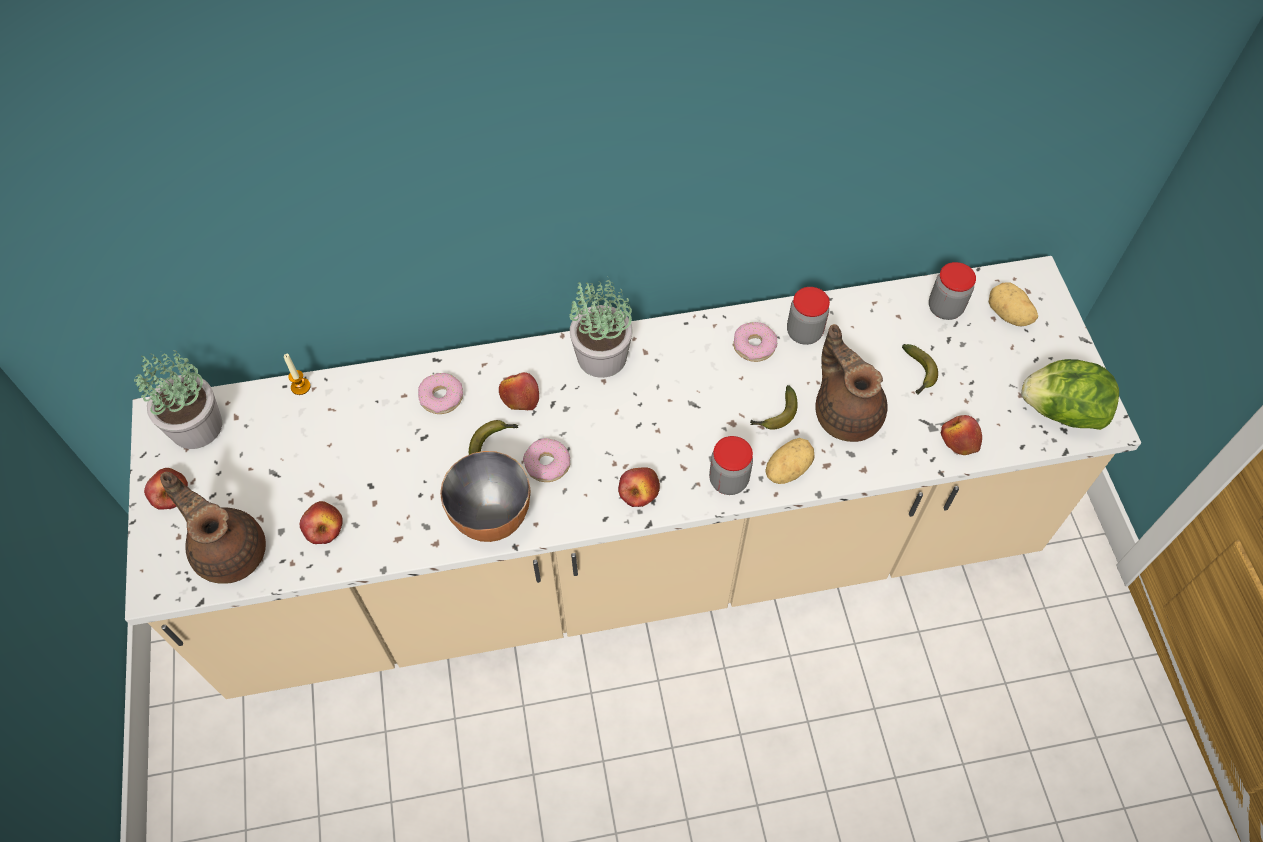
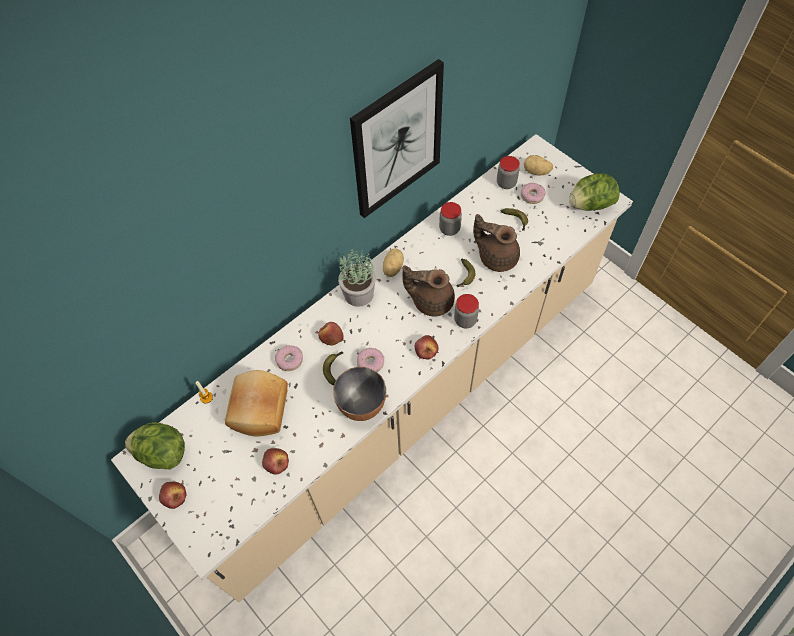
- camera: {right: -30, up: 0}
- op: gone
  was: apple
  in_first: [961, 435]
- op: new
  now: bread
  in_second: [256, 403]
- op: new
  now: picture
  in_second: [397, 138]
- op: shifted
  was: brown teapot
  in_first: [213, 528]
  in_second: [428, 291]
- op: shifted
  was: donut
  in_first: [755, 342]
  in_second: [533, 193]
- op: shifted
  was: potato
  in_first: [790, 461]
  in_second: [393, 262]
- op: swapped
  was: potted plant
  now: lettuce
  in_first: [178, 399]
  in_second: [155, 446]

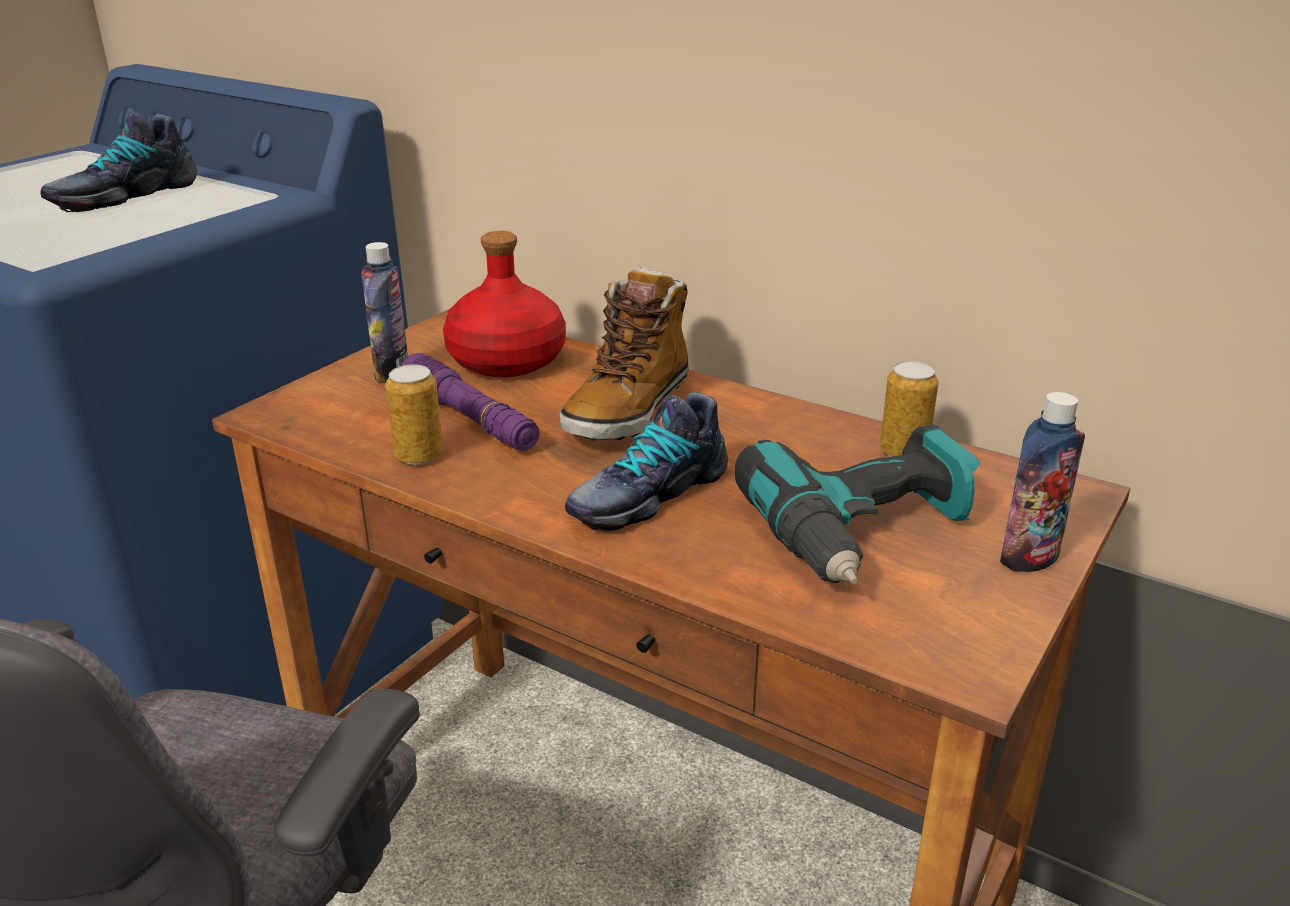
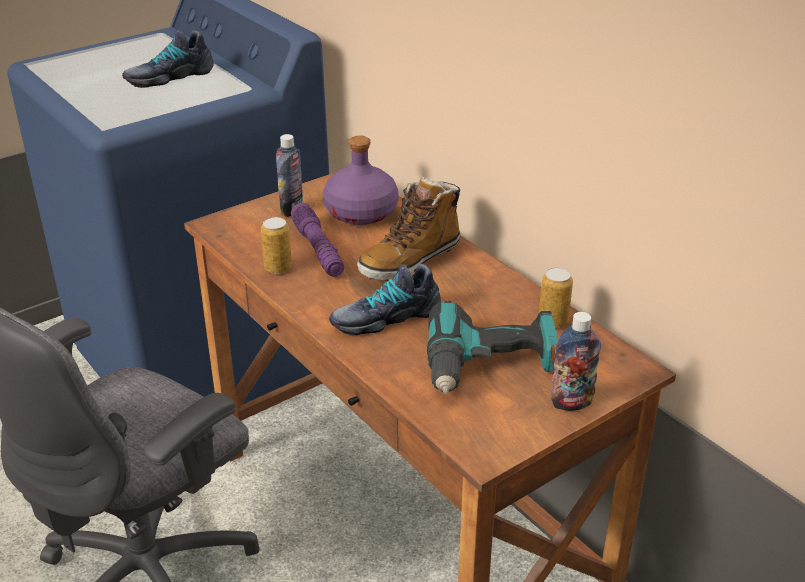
- camera: {right: 20, up: 5}
- op: repainted
  was: red bottle
  now: purple bottle
  in_first: [504, 304]
  in_second: [361, 180]

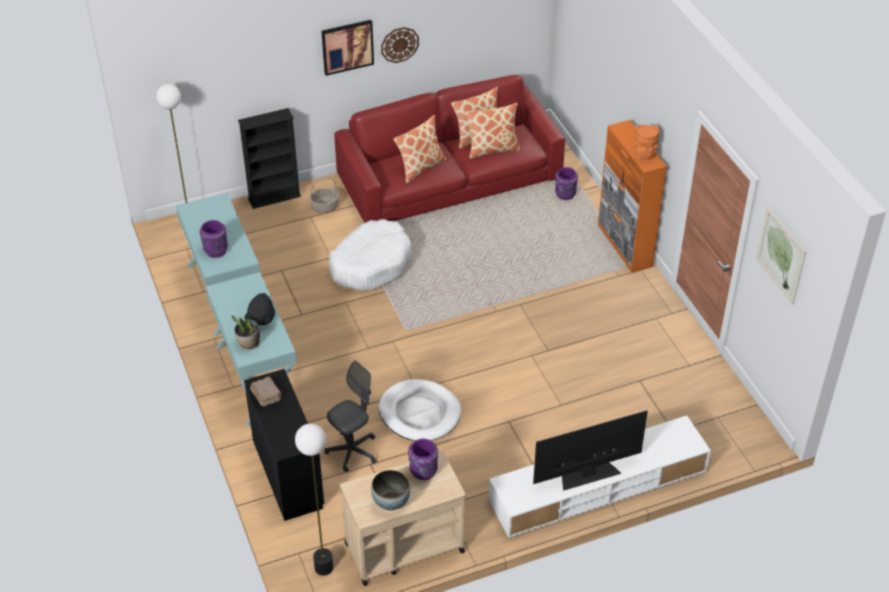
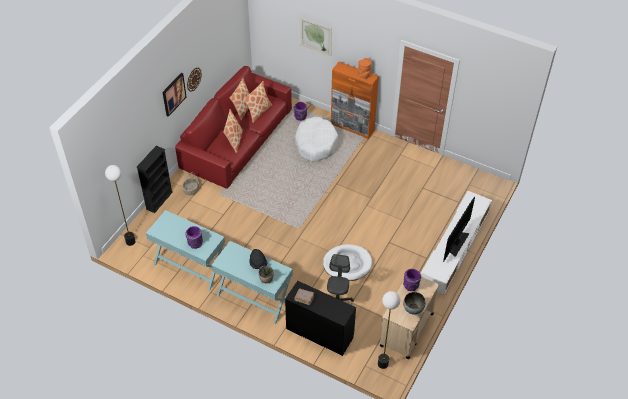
- camera: {right: -40, up: 5}
- op: shifted
  was: white dog bed
  in_first: [370, 254]
  in_second: [316, 138]
- op: shifted
  was: picture
  in_first: [781, 256]
  in_second: [316, 37]

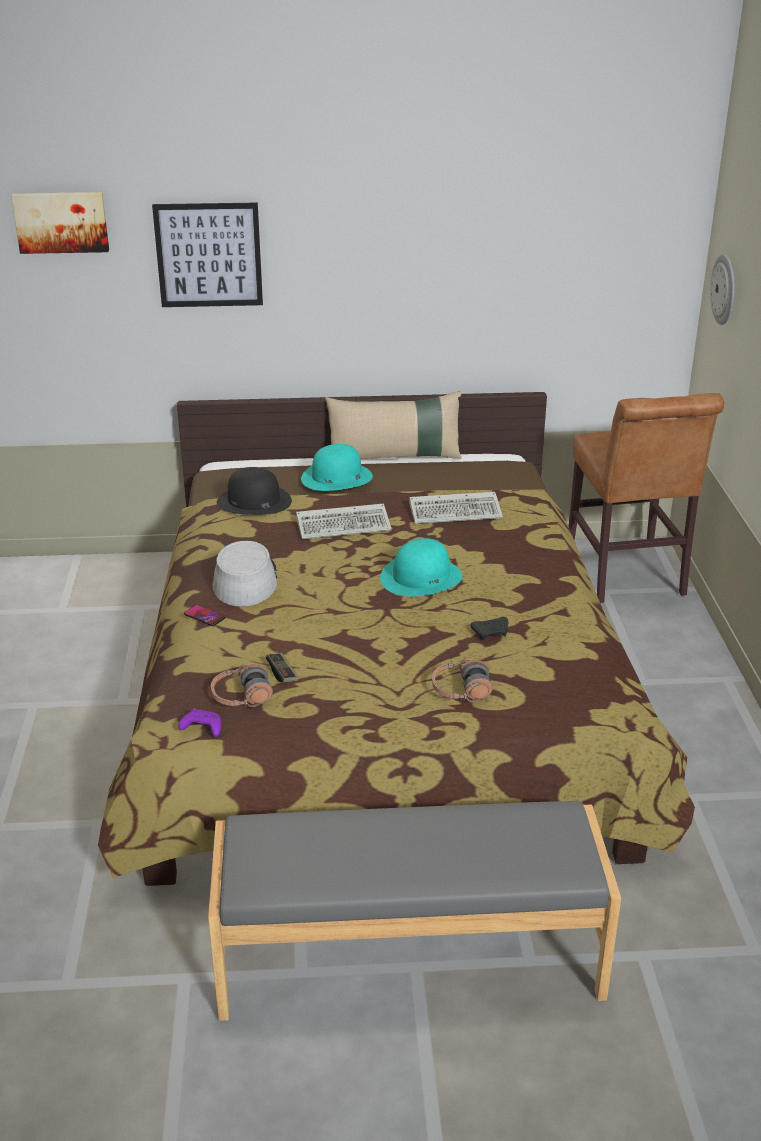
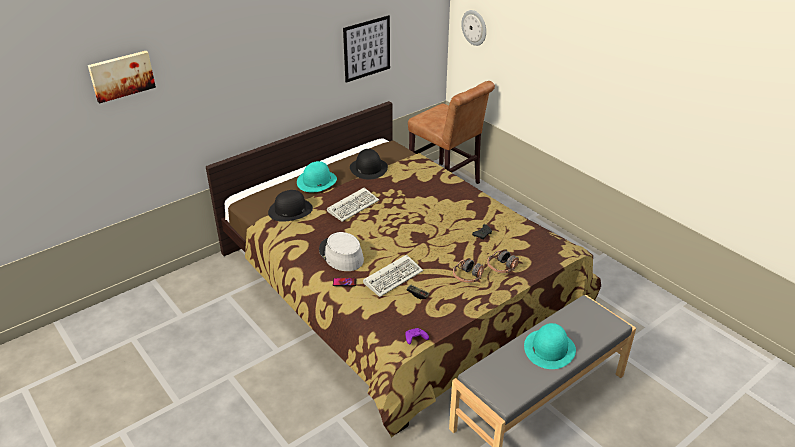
- camera: {right: -35, up: 5}
- op: gone
  was: beige pillow
  in_first: [393, 425]
- op: new
  now: black hat
  in_second: [369, 164]
- op: shifted
  was: picture
  in_first: [207, 254]
  in_second: [366, 49]
- op: shifted
  was: headphones
  in_first: [242, 685]
  in_second: [468, 270]
- op: shifted
  was: turquoise hat
  in_first: [421, 567]
  in_second: [550, 346]
- op: shifted
  was: keyboard
  in_first: [456, 508]
  in_second: [393, 276]

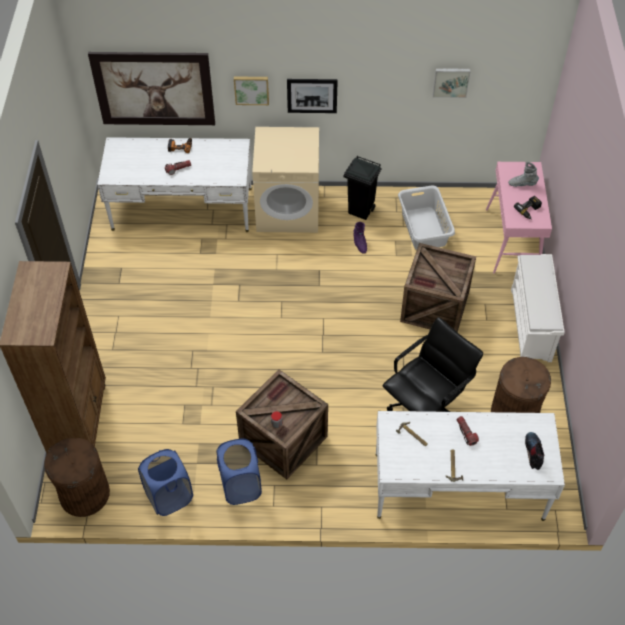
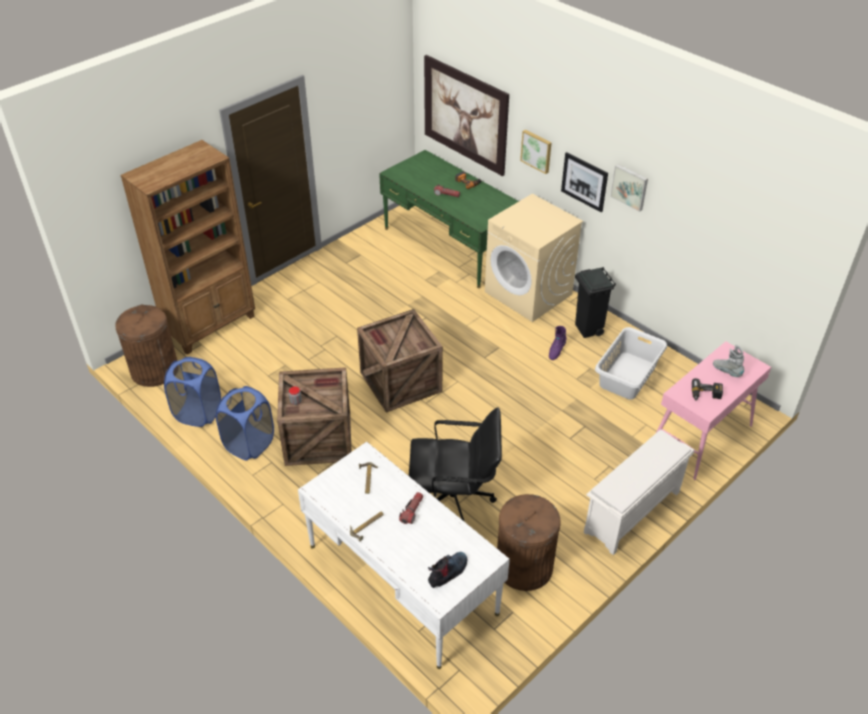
- camera: {right: 45, up: -10}
- op: shifted
  was: crate
  in_first: [438, 287]
  in_second: [400, 360]
- op: shifted
  was: picture
  in_first: [451, 83]
  in_second: [629, 188]
- op: repainted
  was: white desk
  now: green desk
  in_first: [174, 184]
  in_second: [449, 219]

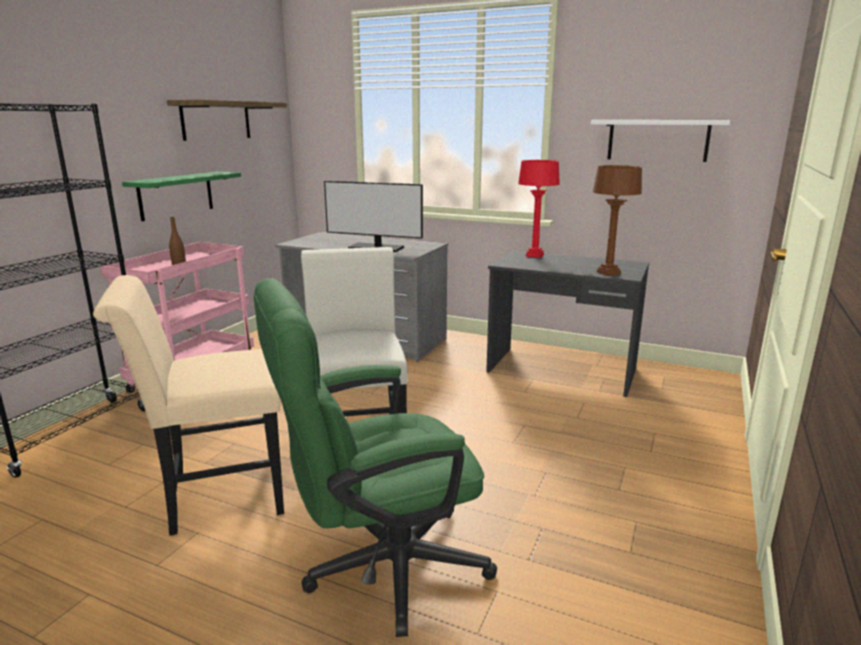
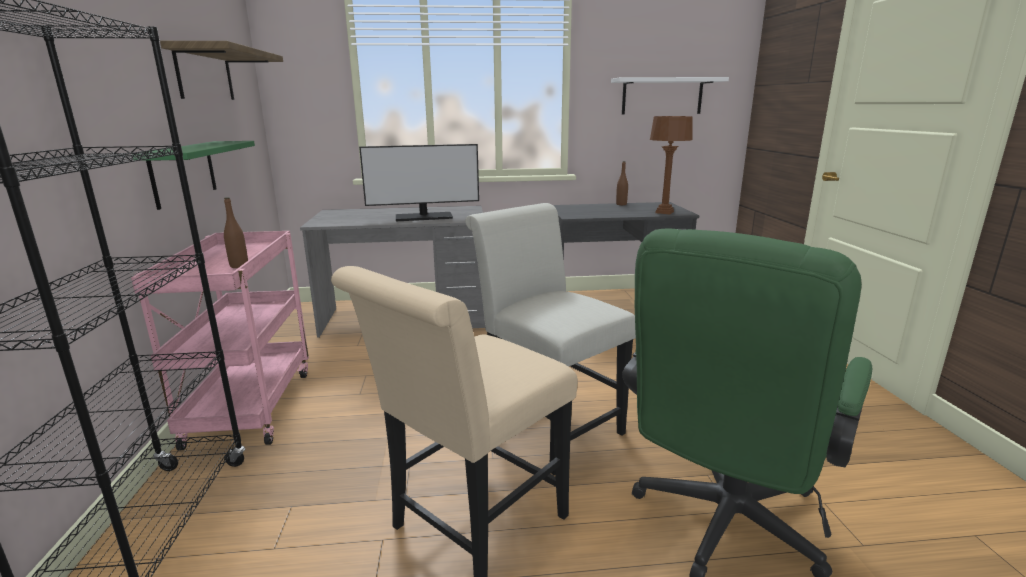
- camera: {right: -30, up: 0}
- op: gone
  was: red table lamp
  in_first: [539, 209]
- op: new
  now: brown bottle
  in_second: [622, 183]

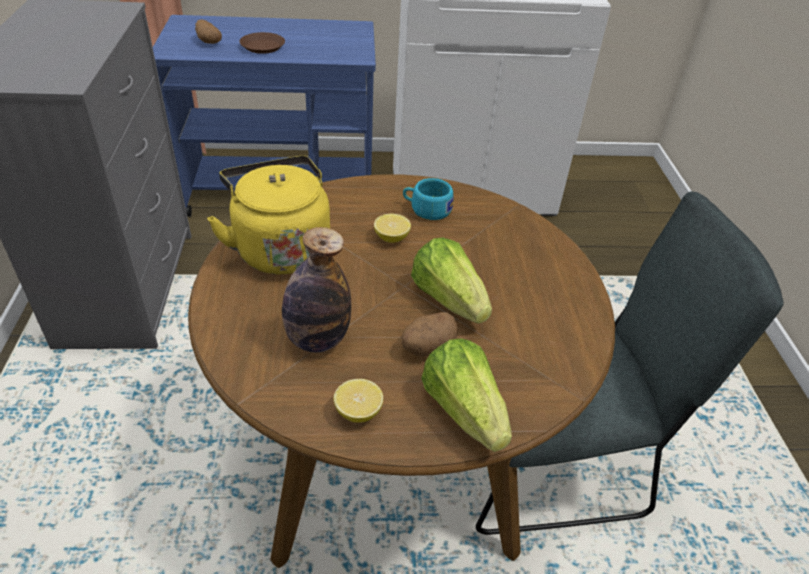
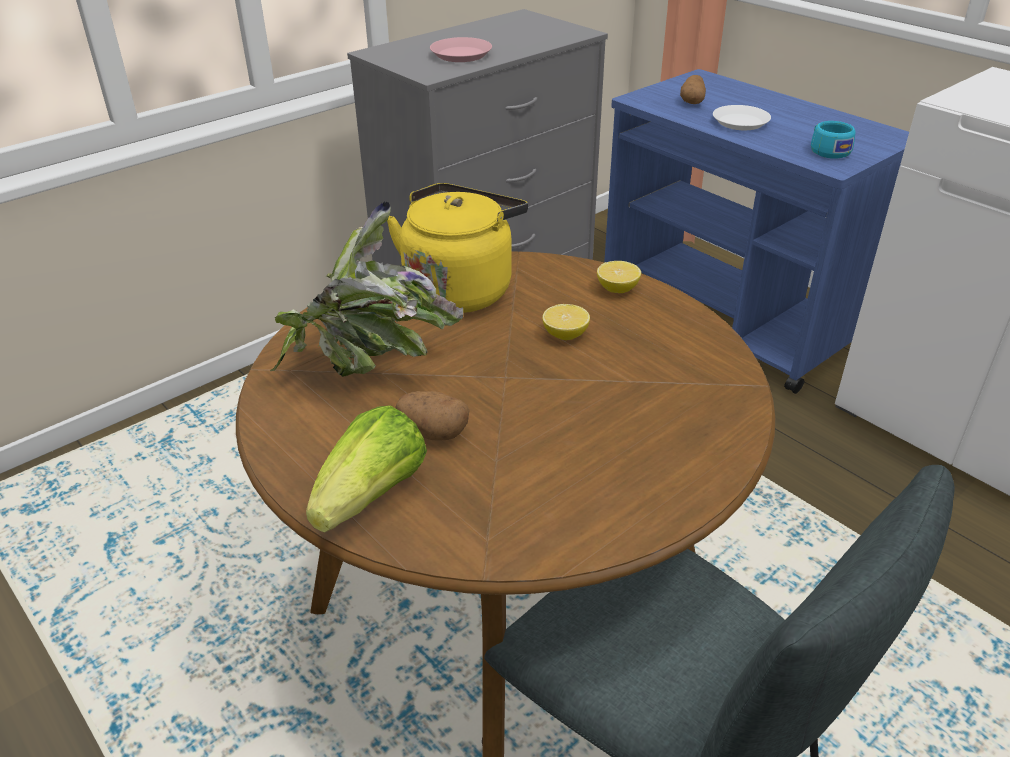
- camera: {right: 55, up: -5}
- op: gone
  was: lettuce
  in_first: [451, 281]
- op: new
  now: pink plate
  in_second: [461, 49]
- op: shifted
  was: lemon
  in_first: [358, 401]
  in_second: [619, 277]
- op: shifted
  was: turquoise cup
  in_first: [428, 199]
  in_second: [833, 140]
- op: swapped
  was: bottle
  now: potted plant
  in_first: [316, 289]
  in_second: [366, 289]
- op: repainted
  was: brown plate
  now: white plate
  in_first: [262, 43]
  in_second: [742, 117]

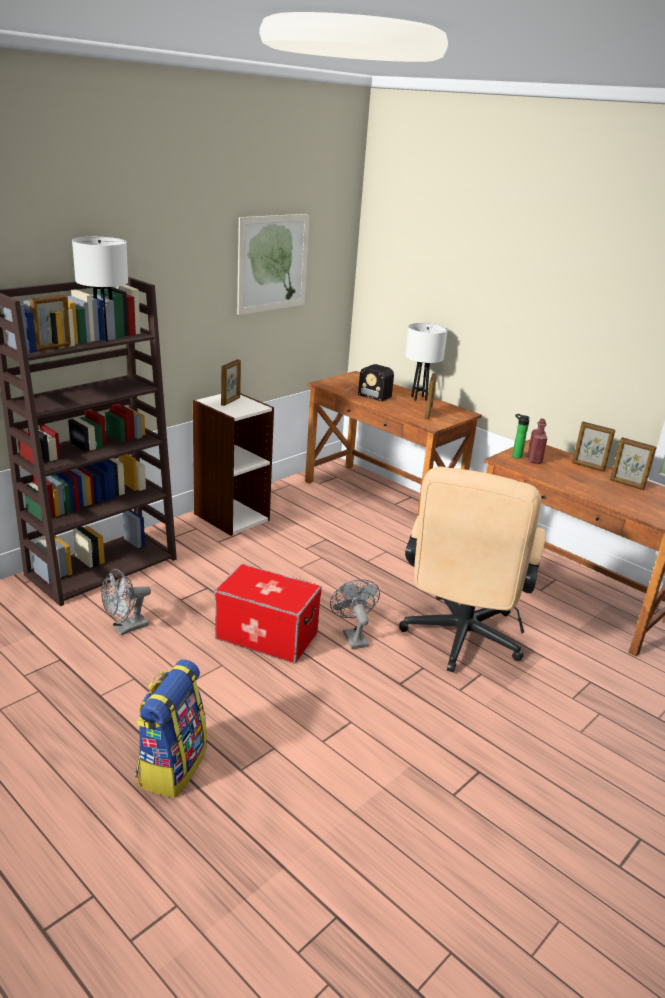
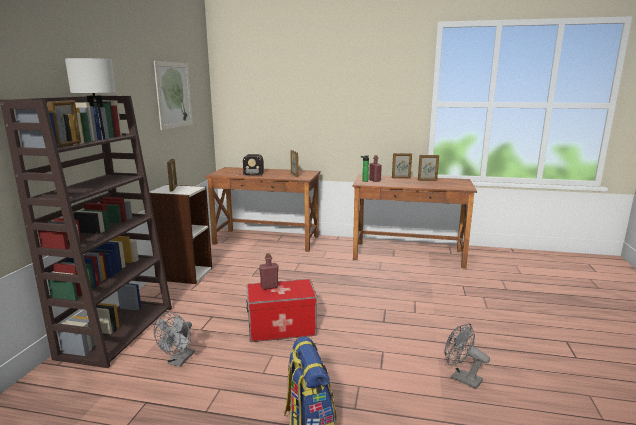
- camera: {right: -30, up: -10}
- op: gone
  was: beige office chair
  in_first: [472, 569]
- op: gone
  was: white table lamp
  in_first: [426, 362]
- op: new
  now: red bottle
  in_second: [268, 271]
- op: shifted
  was: grey fan
  in_first: [355, 614]
  in_second: [467, 356]

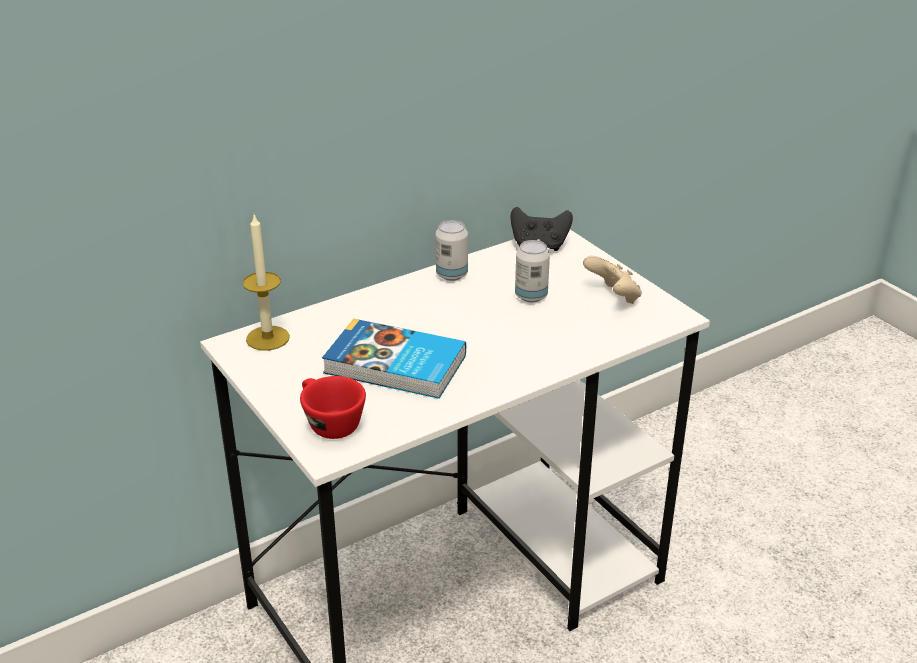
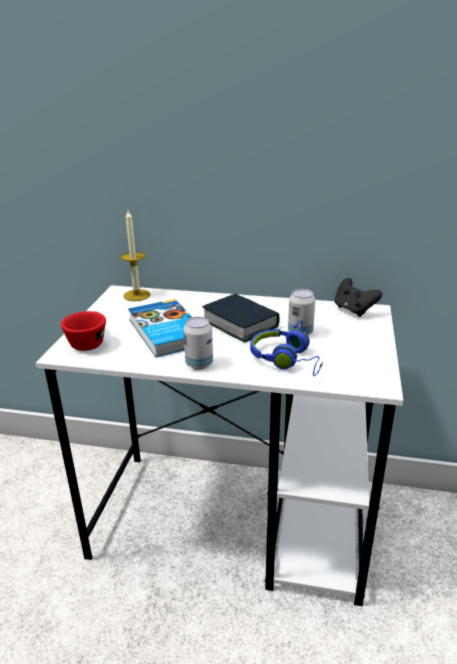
- camera: {right: 45, up: -5}
- op: gone
  was: beige game controller
  in_first: [612, 280]
- op: new
  now: book
  in_second: [241, 318]
- op: new
  now: blue headphones
  in_second: [286, 348]
- op: shifted
  was: can
  in_first: [452, 250]
  in_second: [198, 343]

